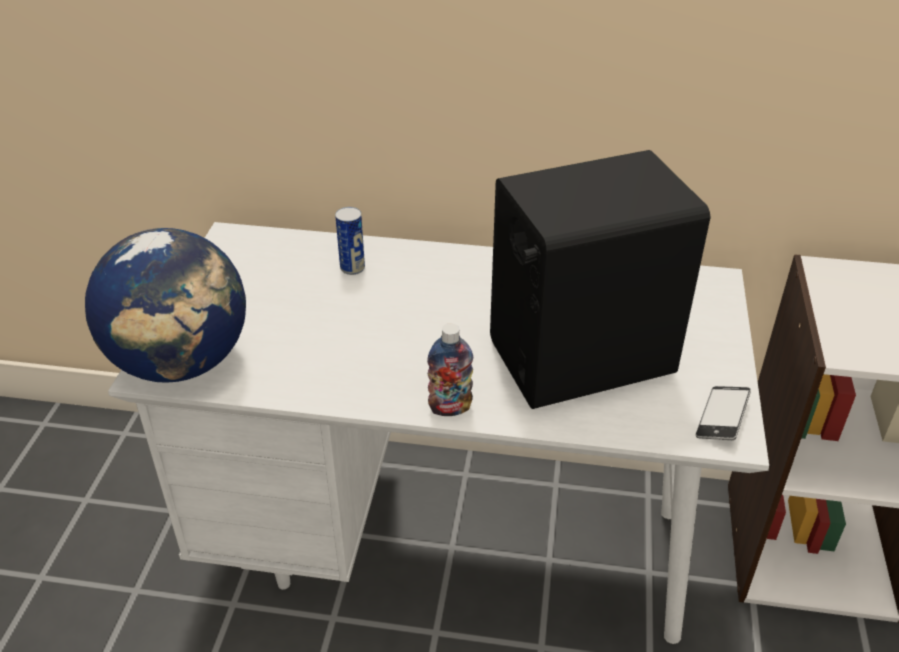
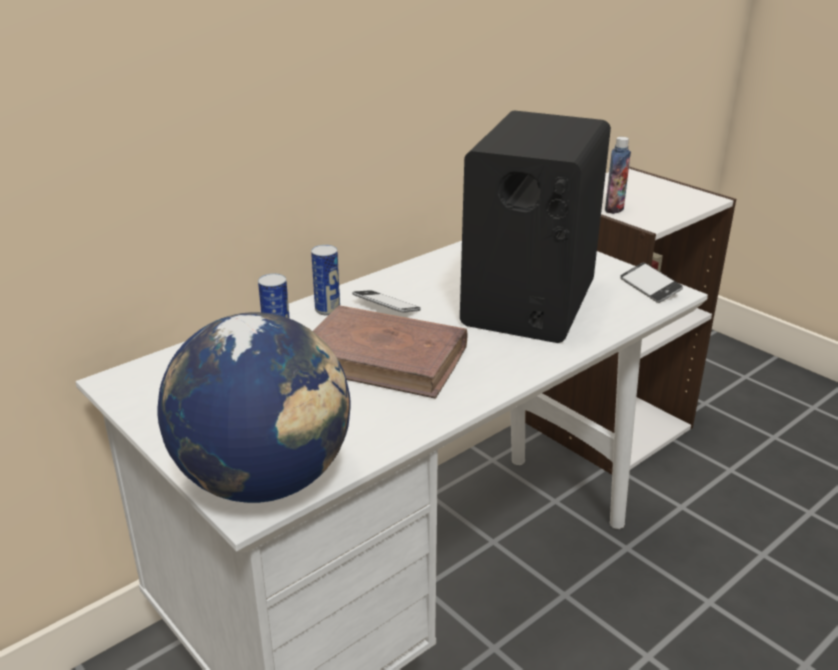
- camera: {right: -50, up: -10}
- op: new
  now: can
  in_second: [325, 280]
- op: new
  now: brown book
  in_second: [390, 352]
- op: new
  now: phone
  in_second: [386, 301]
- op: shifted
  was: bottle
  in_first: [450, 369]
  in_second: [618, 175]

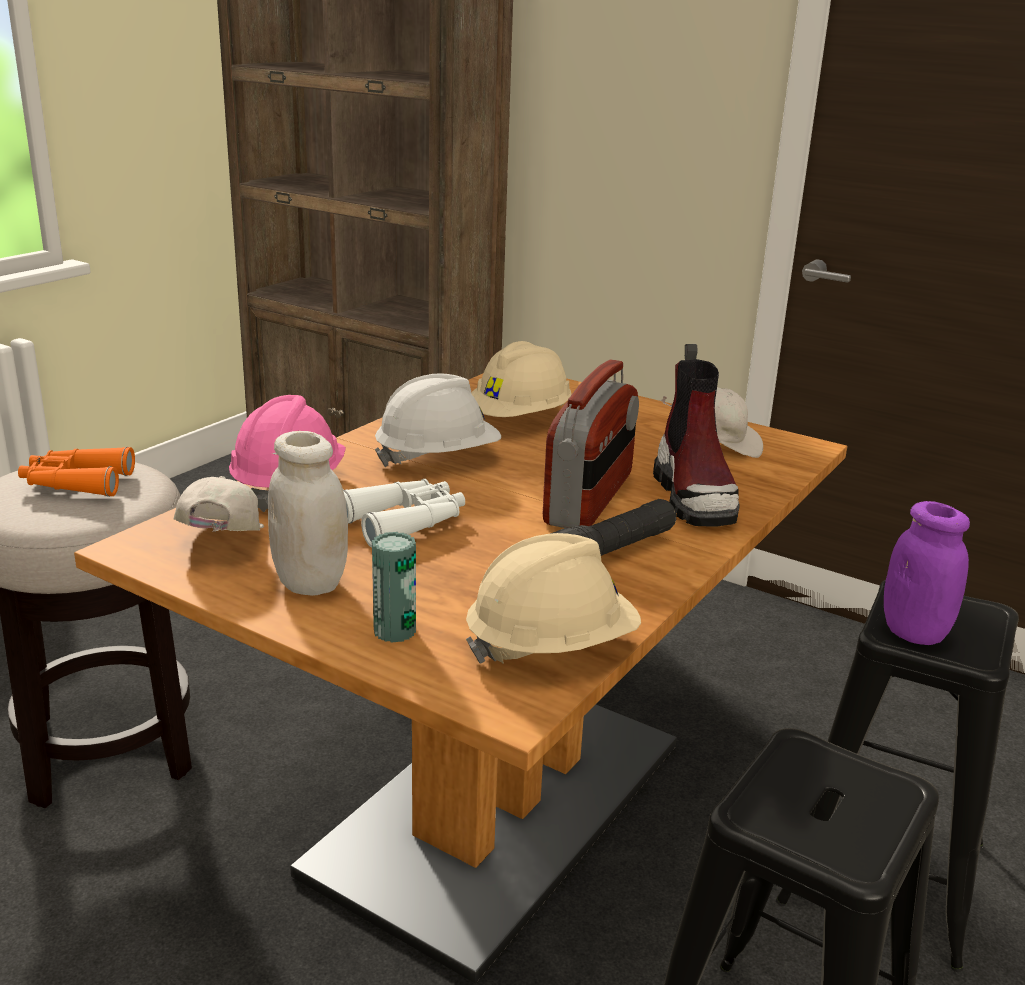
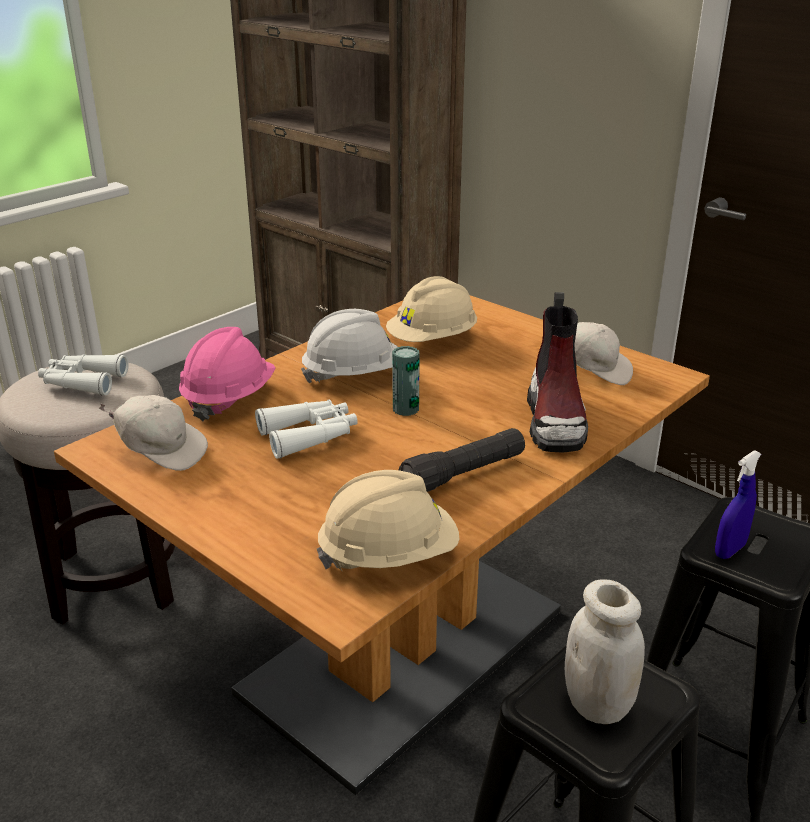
- camera: {right: 10, up: 5}
- op: gone
  was: radio
  in_first: [591, 443]
- op: shifted
  was: white jar
  in_first: [308, 513]
  in_second: [605, 651]
- op: shifted
  was: can
  in_first: [394, 587]
  in_second: [406, 381]
- op: swapped
  was: purple jar
  now: blue spray bottle
  in_first: [927, 573]
  in_second: [738, 504]
- op: repainted
  was: orange binoculars
  now: white binoculars
  in_first: [76, 472]
  in_second: [83, 375]
- op: rotated
  was: white cap
  in_first: [218, 504]
  in_second: [153, 433]
  clockwise: 105

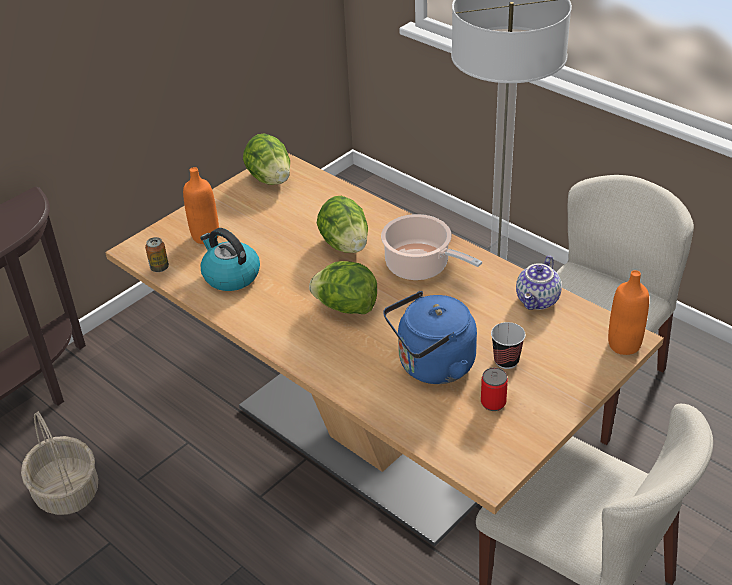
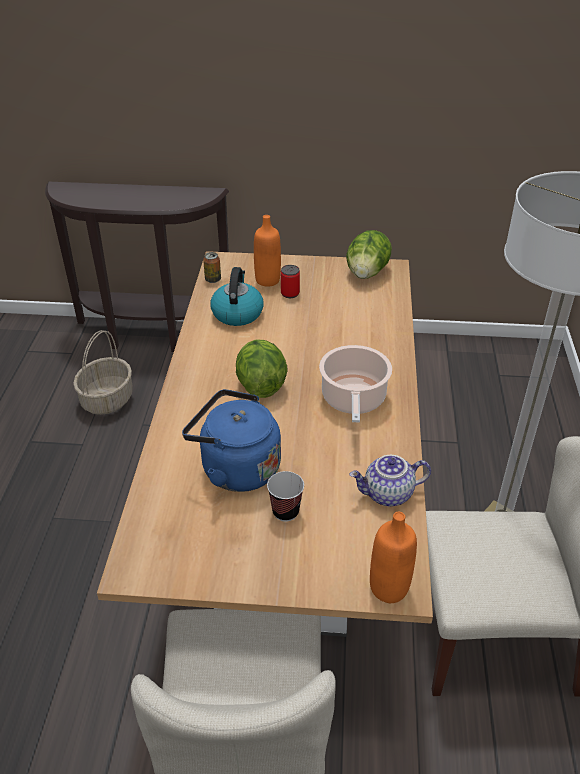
- camera: {right: 50, up: 0}
- op: gone
  was: lettuce
  in_first: [342, 224]
- op: shifted
  was: can
  in_first: [494, 389]
  in_second: [290, 281]

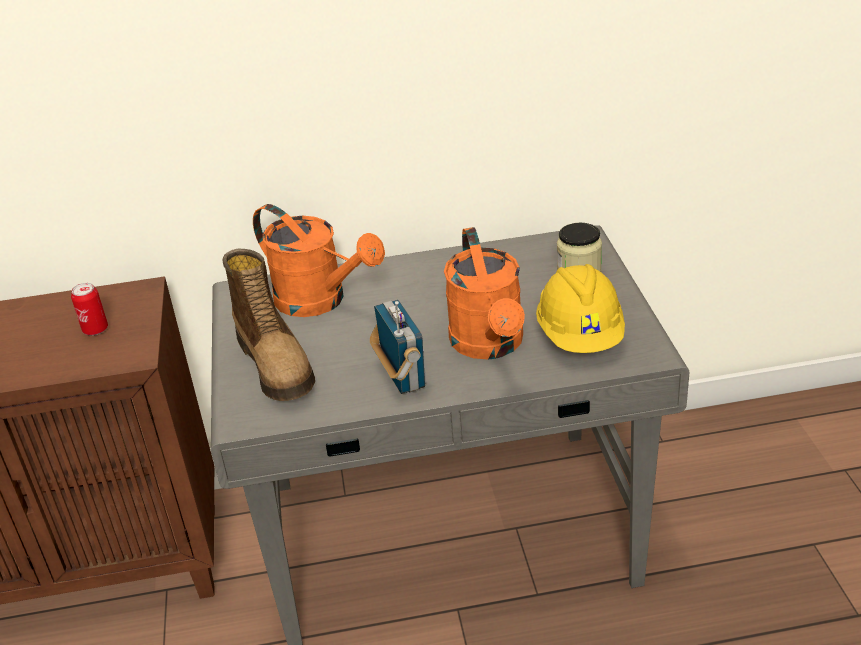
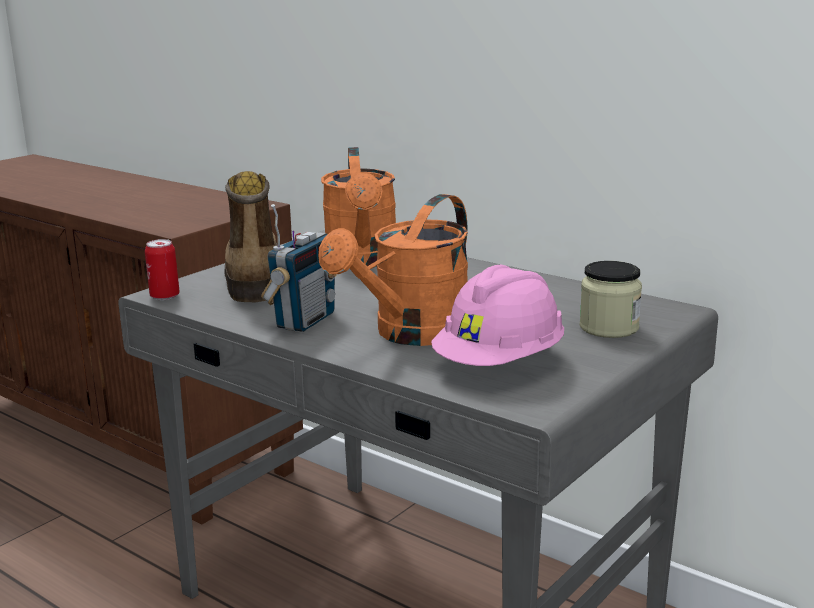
- camera: {right: 45, up: -15}
- op: shifted
  was: can
  in_first: [89, 309]
  in_second: [162, 269]
- op: repainted
  was: yellow hard hat
  now: pink hard hat
  in_first: [580, 308]
  in_second: [497, 315]
- op: rotated
  was: boot
  in_first: [269, 325]
  in_second: [250, 236]
  clockwise: 150

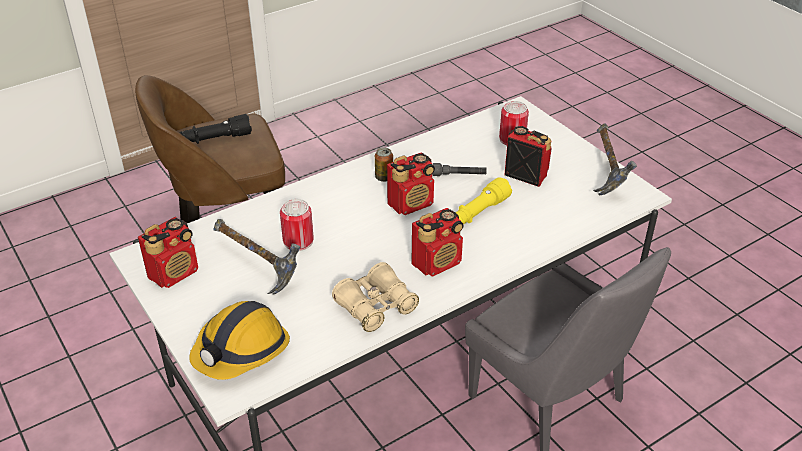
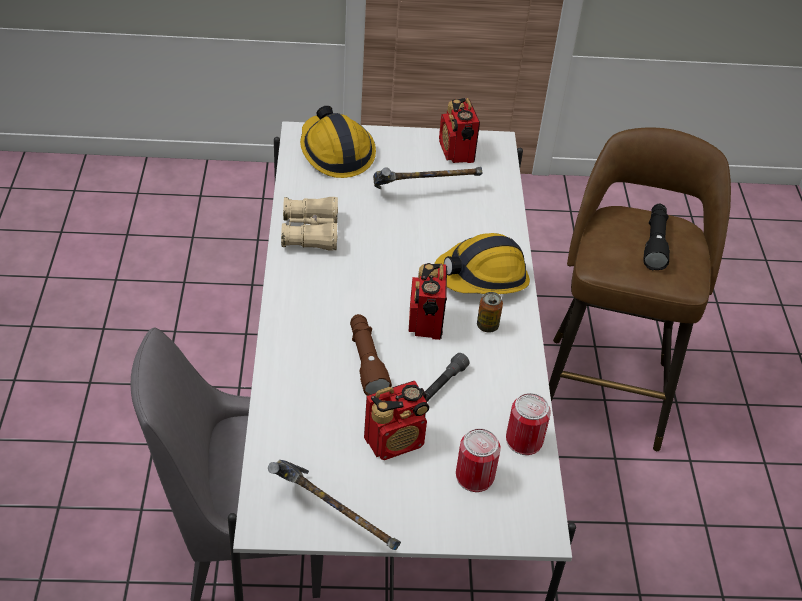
- camera: {right: 120, up: 5}
- op: gone
  was: radio
  in_first: [437, 242]
- op: new
  now: hard hat
  in_second: [482, 263]
- op: shifted
  was: can
  in_first: [297, 225]
  in_second: [528, 424]
- op: repainted
  was: yellow flashlight
  now: brown flashlight
  in_first: [484, 201]
  in_second: [371, 354]

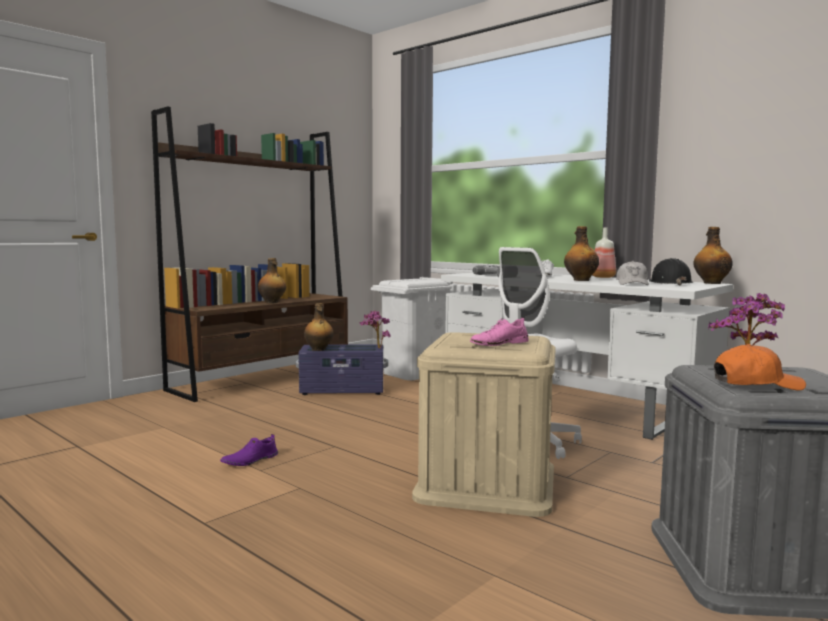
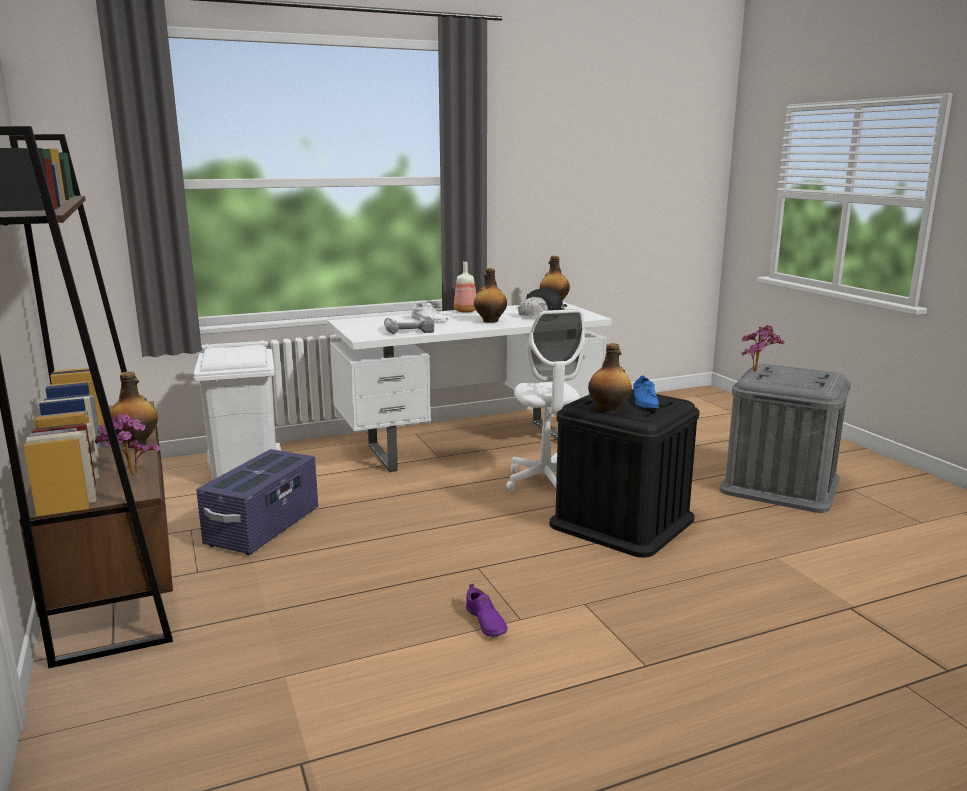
- camera: {right: -65, up: 10}
- op: gone
  was: orange cap
  in_first: [760, 367]
- op: shifted
  was: bottle
  in_first: [319, 327]
  in_second: [610, 378]
- op: shifted
  was: potted plant
  in_first: [375, 329]
  in_second: [127, 445]
- op: repainted
  was: beige storage box
  now: black storage box
  in_first: [484, 424]
  in_second: [624, 473]
- op: repainted
  was: pink shoe
  now: blue shoe
  in_first: [499, 332]
  in_second: [646, 392]

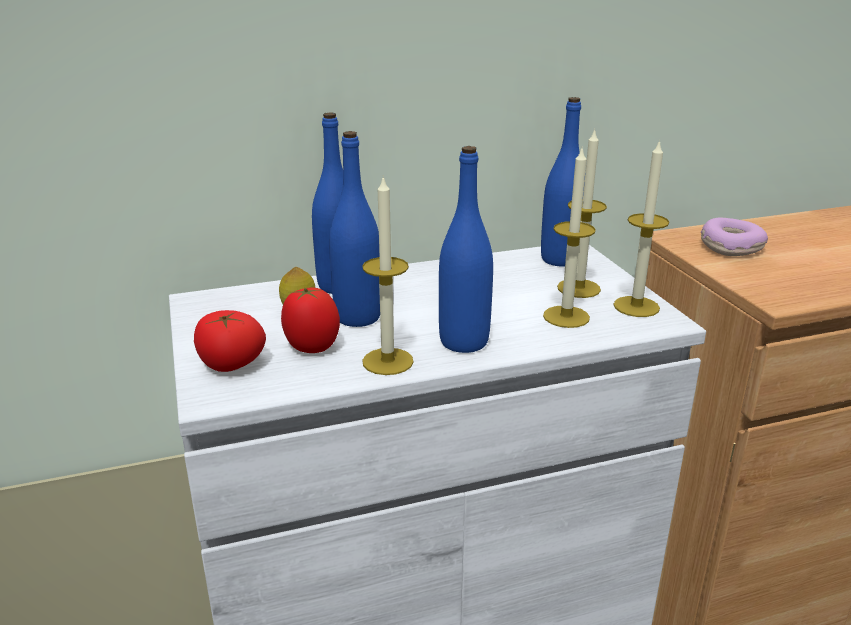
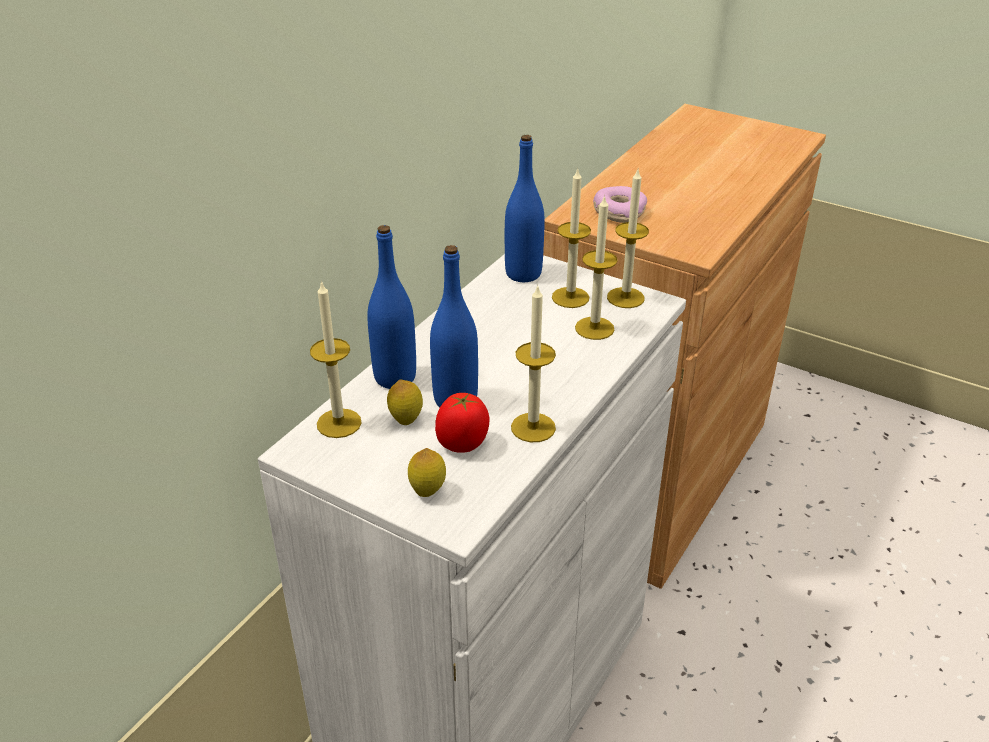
- camera: {right: -40, up: 10}
- op: gone
  was: blue bottle
  in_first: [466, 249]
- op: new
  now: candle
  in_second: [335, 359]
- op: swapped
  was: tomato
  now: lemon
  in_first: [230, 341]
  in_second: [427, 472]

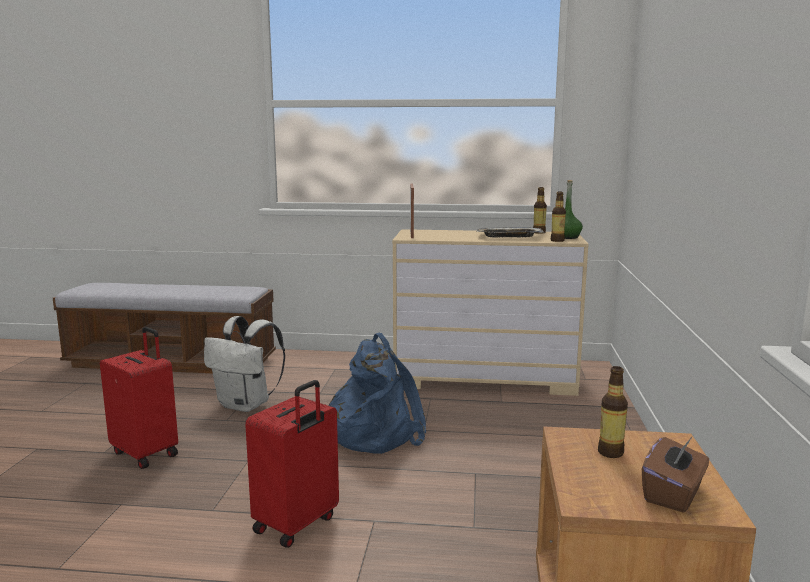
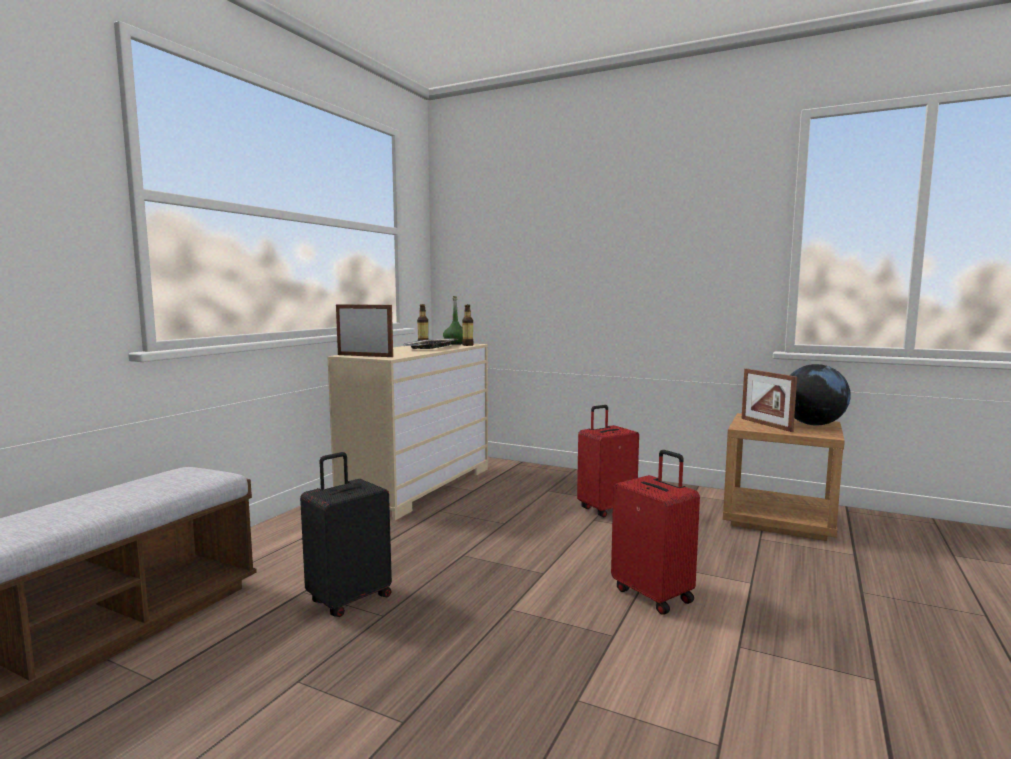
- camera: {right: -70, up: -5}
- op: gone
  was: blue backpack
  in_first: [377, 393]
- op: shifted
  was: red suitcase
  in_first: [139, 398]
  in_second: [608, 461]
- op: swapped
  was: white backpack
  now: black suitcase
  in_first: [244, 364]
  in_second: [346, 534]
- op: swapped
  was: bottle
  now: picture frame
  in_first: [613, 412]
  in_second: [769, 400]
- op: swapped
  was: brown tissue box
  now: globe
  in_first: [675, 474]
  in_second: [820, 395]

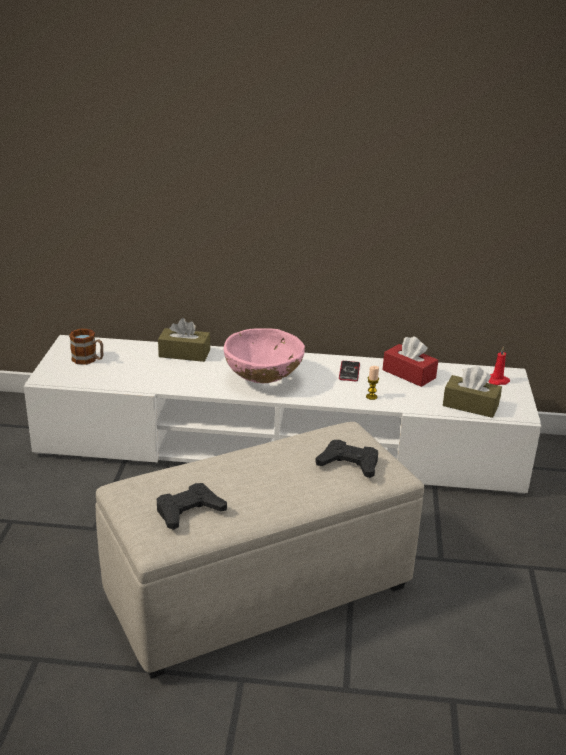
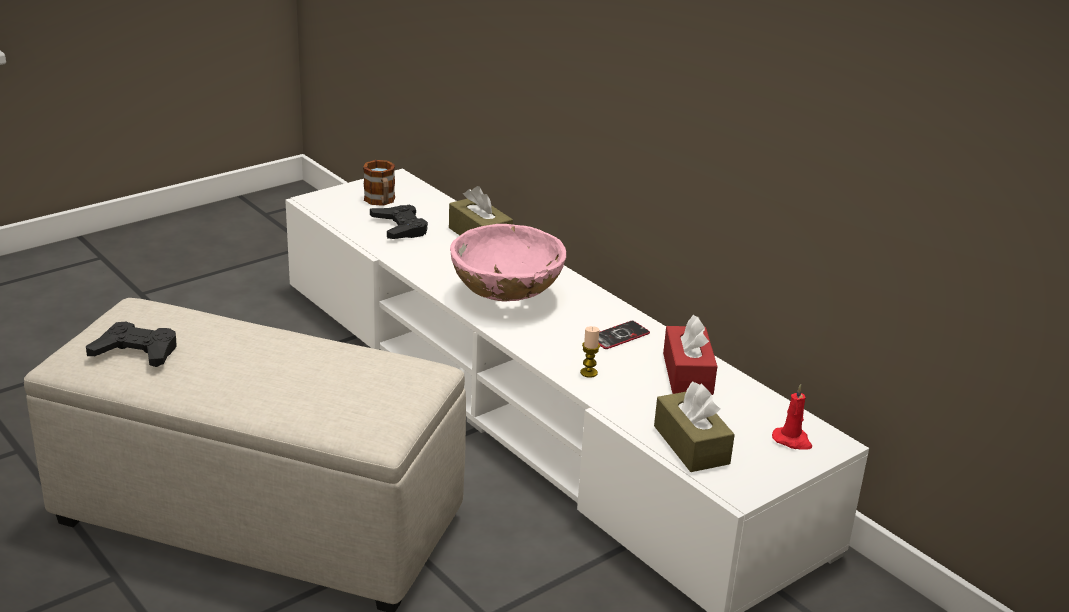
- camera: {right: 45, up: 0}
- op: shifted
  was: black game controller
  in_first: [346, 459]
  in_second: [399, 221]

